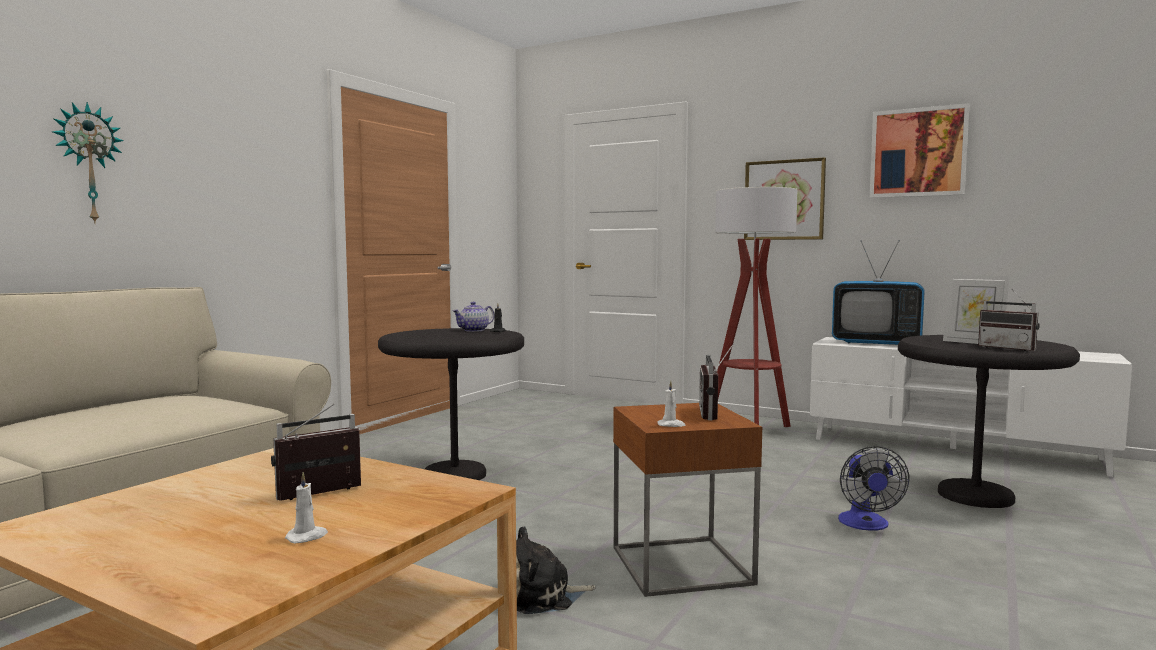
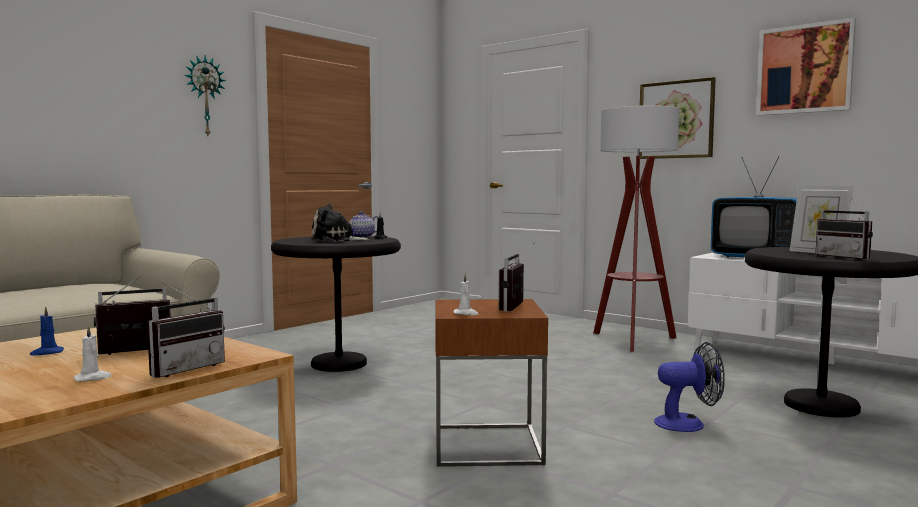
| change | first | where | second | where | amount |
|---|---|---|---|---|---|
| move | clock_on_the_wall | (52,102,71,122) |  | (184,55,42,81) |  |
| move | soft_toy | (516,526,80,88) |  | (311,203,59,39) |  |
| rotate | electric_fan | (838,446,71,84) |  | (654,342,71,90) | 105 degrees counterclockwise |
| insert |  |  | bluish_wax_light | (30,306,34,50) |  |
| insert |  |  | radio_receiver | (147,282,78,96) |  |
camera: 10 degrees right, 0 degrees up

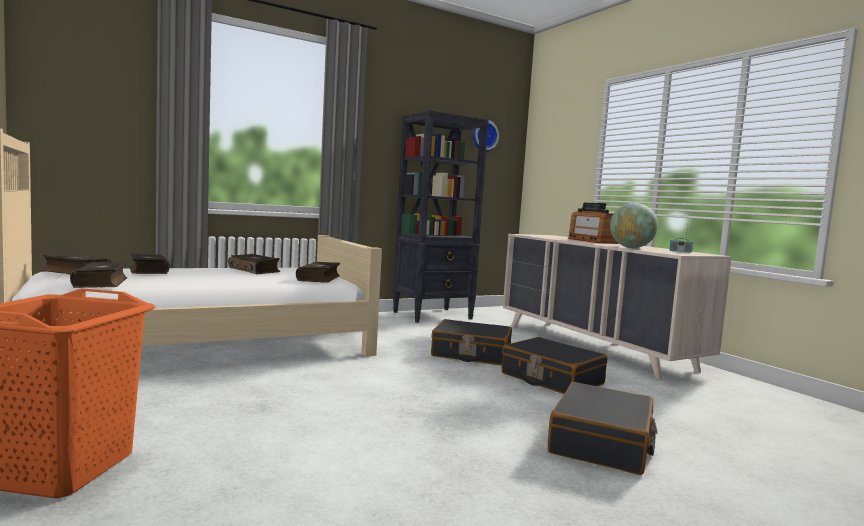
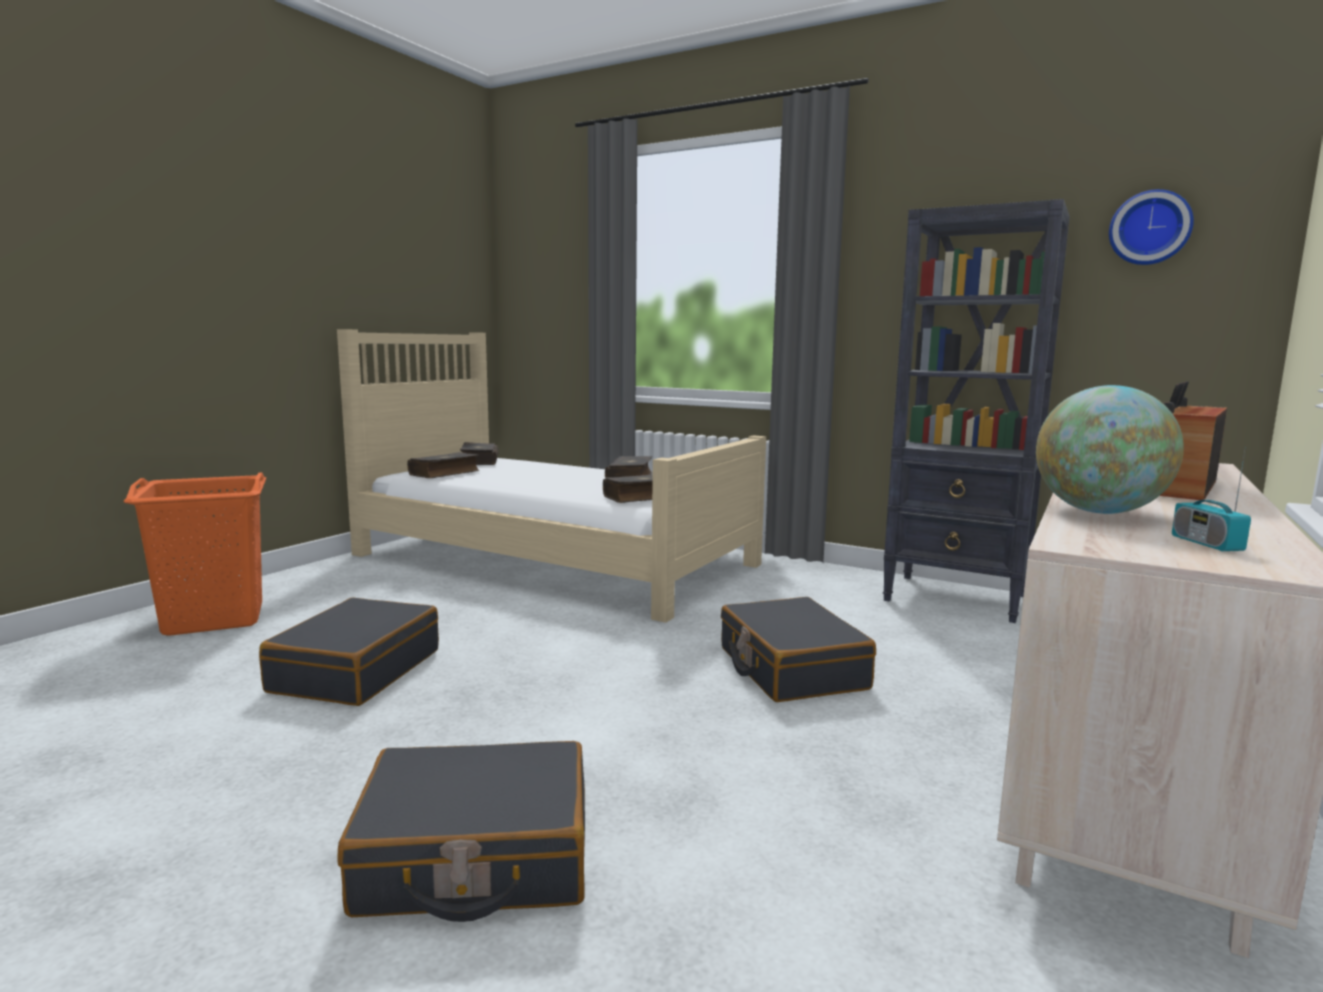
| change | first | where | second | where | amount |
|---|---|---|---|---|---|
| delete | bound_book | (130,253,40,21) |  |  |  |
| move | blackish_travel_case | (502,337,105,57) |  | (259,598,180,108) |  |
camera: 60 degrees right, 5 degrees up

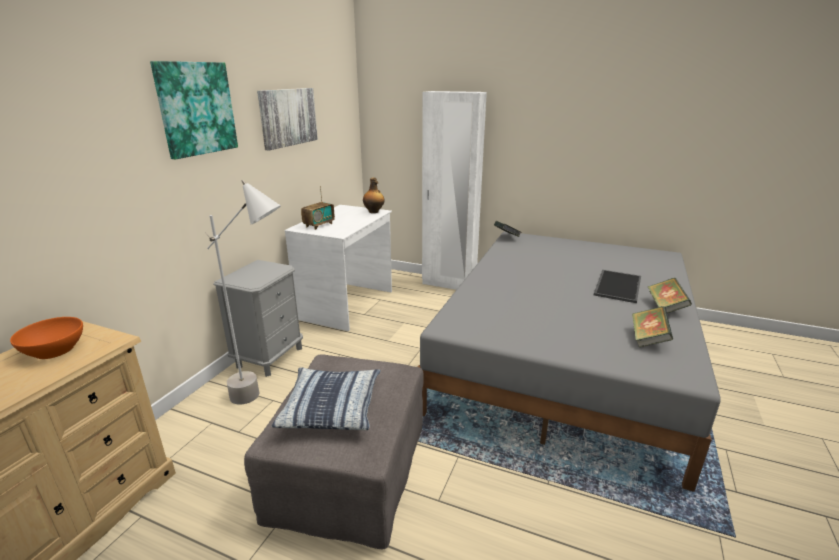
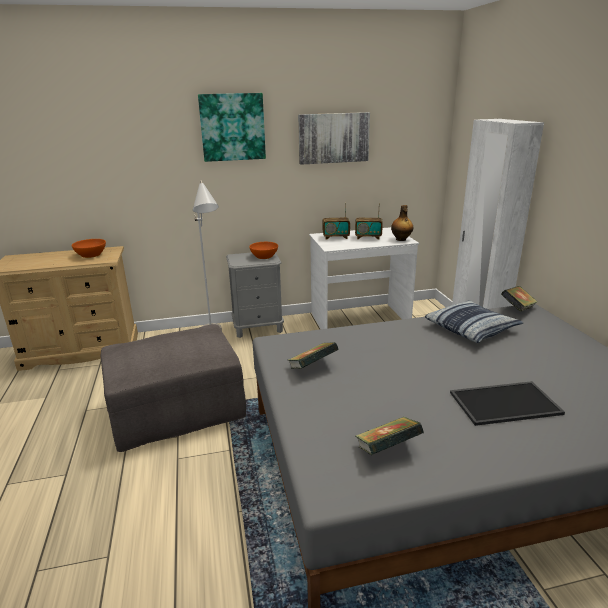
| change | first | where | second | where | amount |
|---|---|---|---|---|---|
| move | throw_pillow | (272,367,109,63) |  | (425,300,99,43) |  |
| move | bound_book | (648,278,44,35) |  | (288,342,51,27) |  |
| insert |  |  | orange_serving_bowl | (249,242,29,17) |  |
| insert |  |  | radio_receiver | (355,203,28,37) |  |
camera: 55 degrees right, 0 degrees up

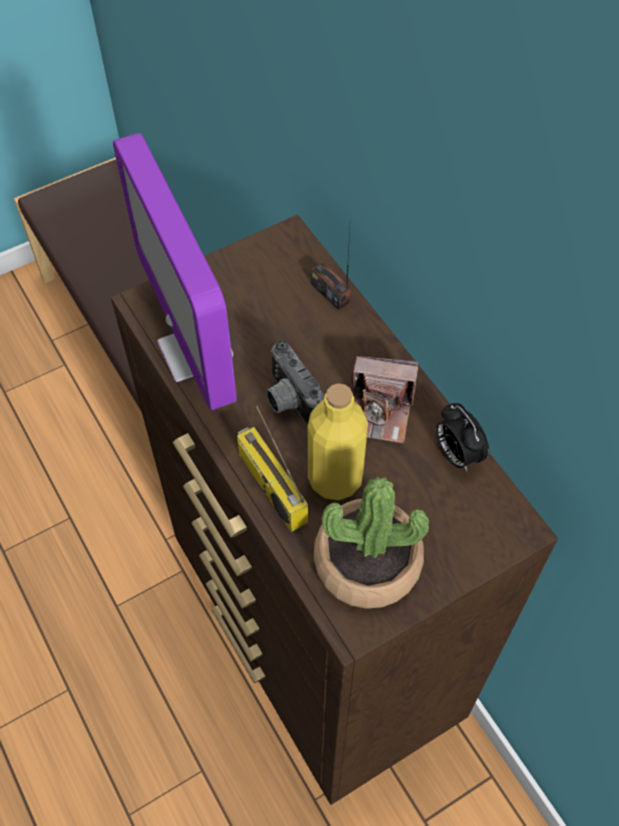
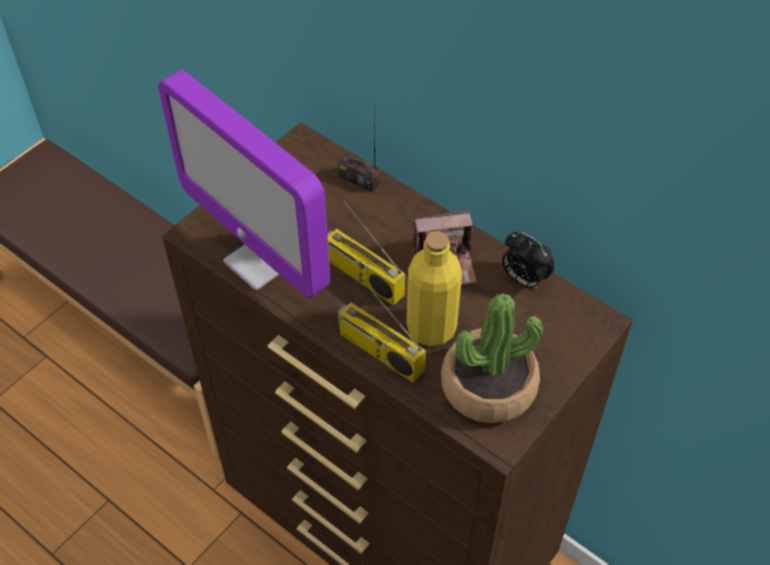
| change | first | where | second | where | amount |
|---|---|---|---|---|---|
| replace | still_camera | (266,341,58,84) | radio_receiver | (327,200,78,106) |  |
camera: 20 degrees left, 5 degrees down

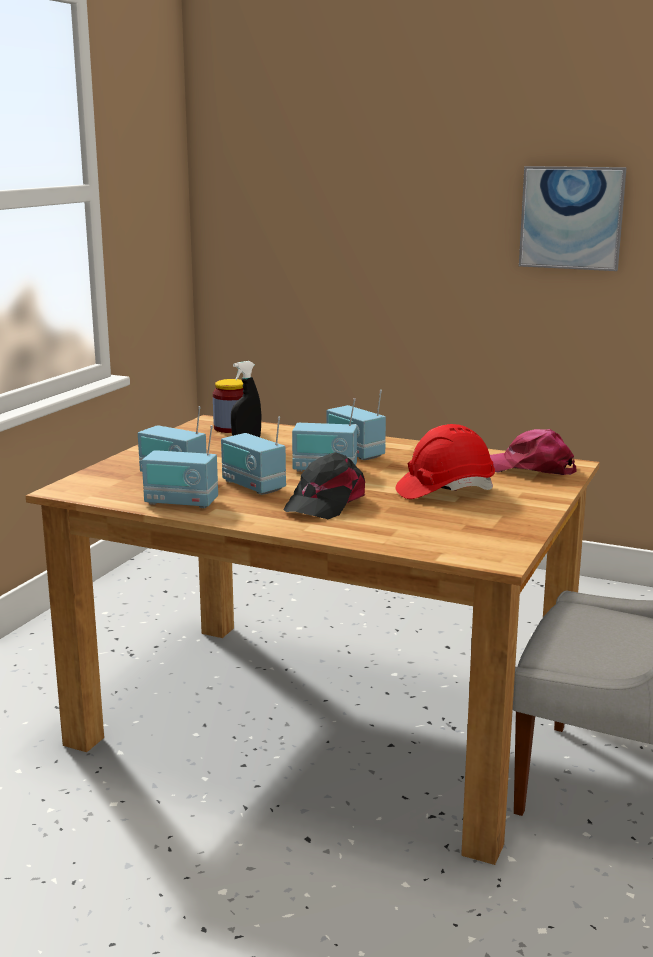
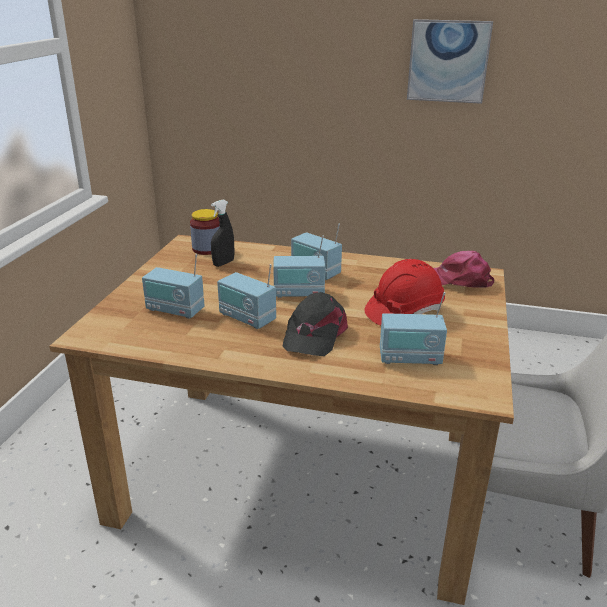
| change | first | where | second | where | amount |
|---|---|---|---|---|---|
| move | radio_receiver | (142,425,76,83) |  | (380,292,67,73) |  |
camera: 10 degrees left, 10 degrees up

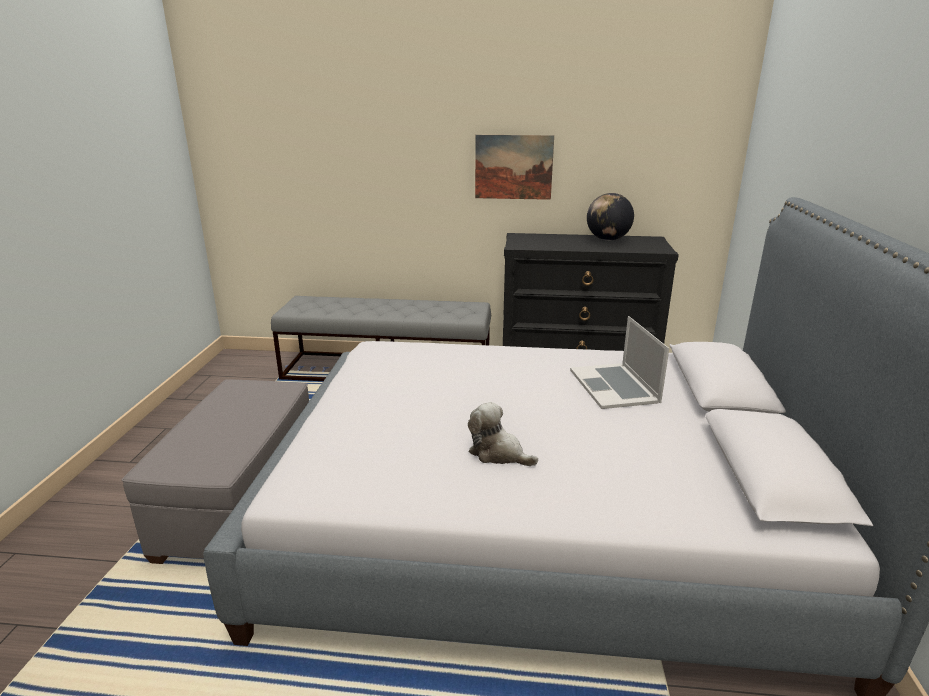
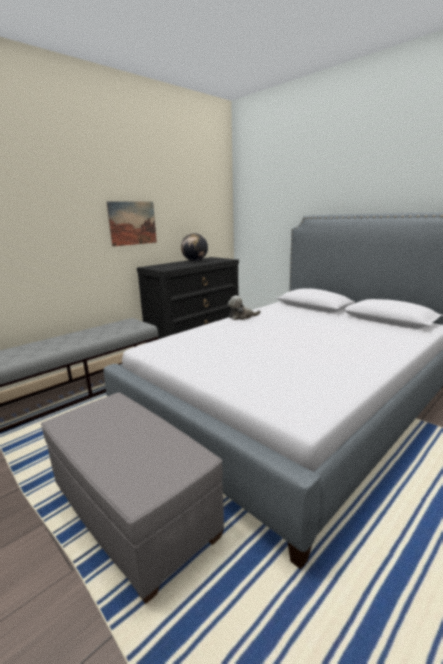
| change | first | where | second | where | amount |
|---|---|---|---|---|---|
| move | soft_toy | (468,402,70,64) |  | (228,296,33,24) |  |
| delete | laptop | (570,316,99,93) |  |  |  |
camera: 50 degrees left, 5 degrees down

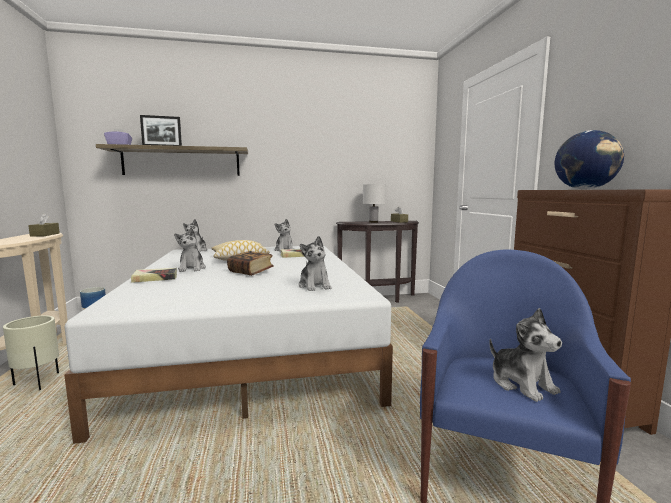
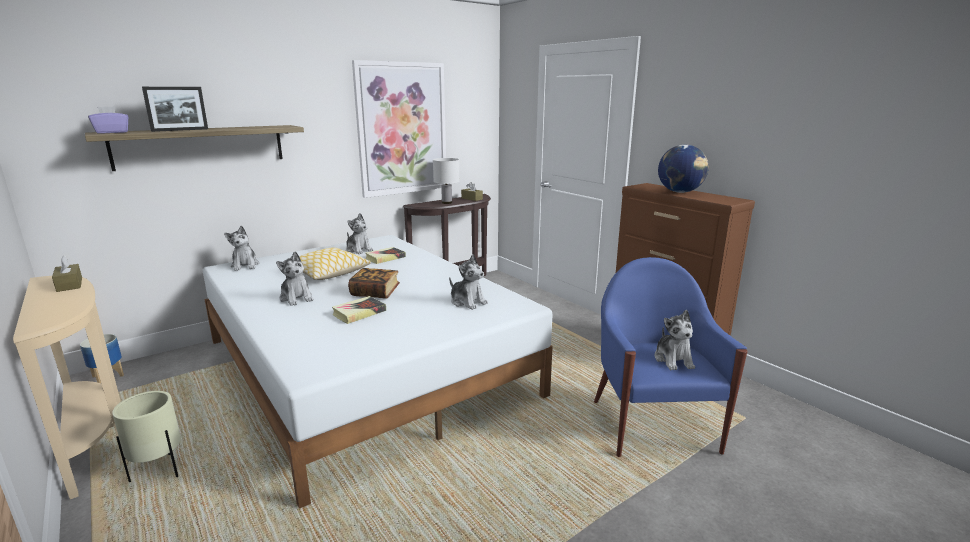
| change | first | where | second | where | amount |
|---|---|---|---|---|---|
| move | bound_book | (131,268,46,15) |  | (332,296,54,28) |  |
| rotate | soft_toy | (489,308,73,94) |  | (654,310,41,60) | 45 degrees clockwise |
| insert |  |  | wall_art | (352,60,94,138) |  |
camera: 25 degrees left, 10 degrees up

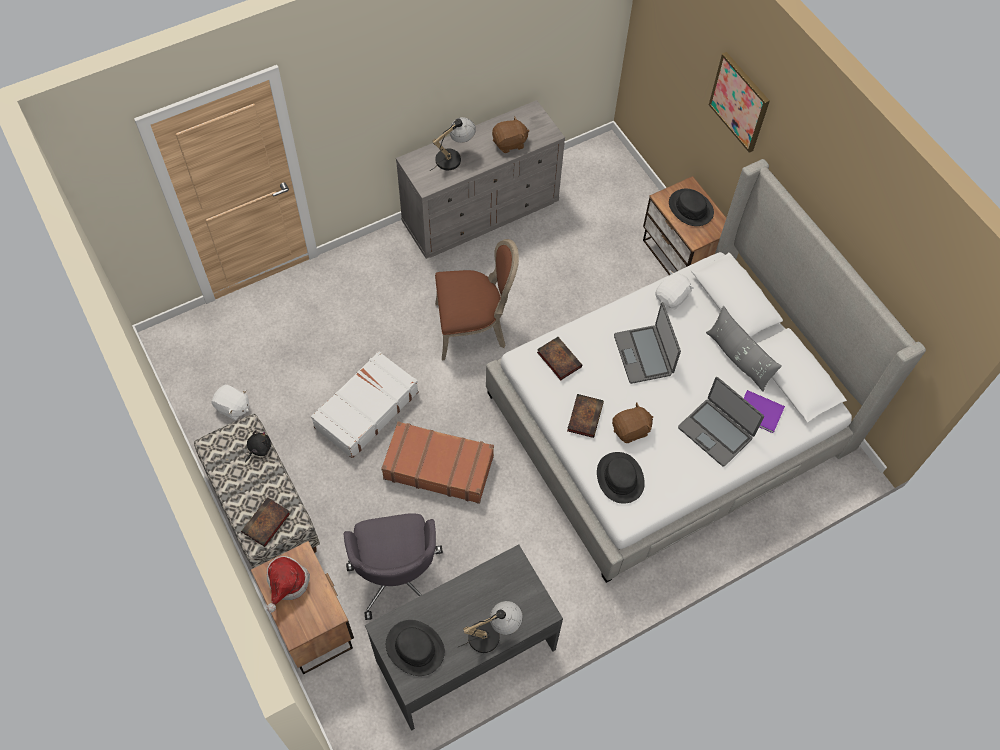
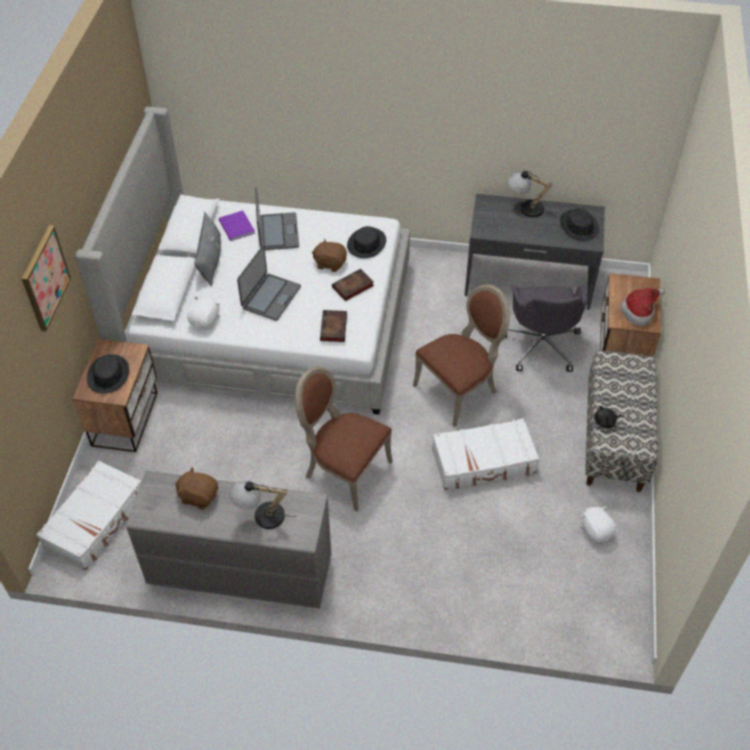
| change | first | where | second | where | amount |
|---|---|---|---|---|---|
| delete | bound_book | (241,497,50,50) |  |  |  |
| rotate | grey_desk_chair | (344,513,99,107) |  | (505,285,83,87) | 150 degrees clockwise |
| replace | brown-coloured_travel_case | (381,421,113,83) | brown-coloured_plain_chair | (413,284,97,143) |  |
| rotate | white-coloured_soft_toy | (655,270,39,40) |  | (188,296,32,34) | 120 degrees clockwise |
| insert |  |  | white-coloured_travel_case | (36,460,105,110) |  |
camera: 140 degrees left, 10 degrees down

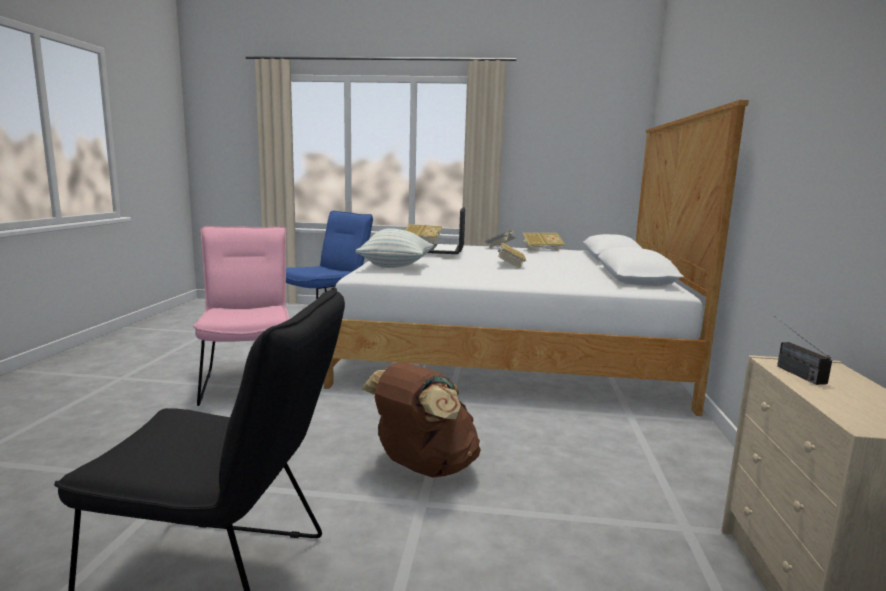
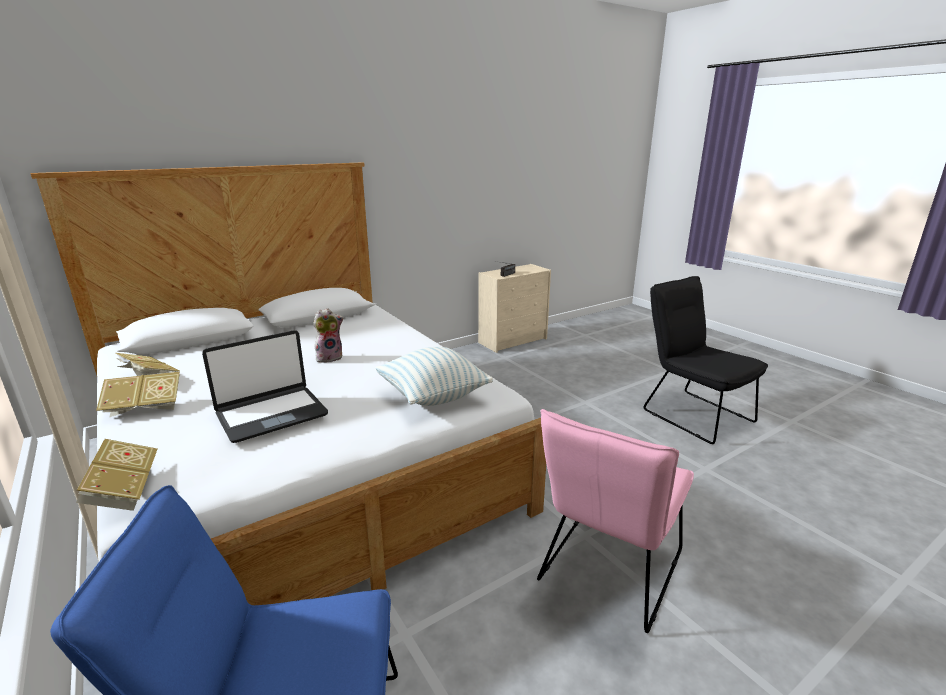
| change | first | where | second | where | amount |
|---|---|---|---|---|---|
| delete | brown-coloured_backpack | (361,362,120,116) |  |  |  |
| replace | bound_book | (498,242,28,27) | soft_toy | (313,309,30,54) |  |
camera: 130 degrees left, 10 degrees up

